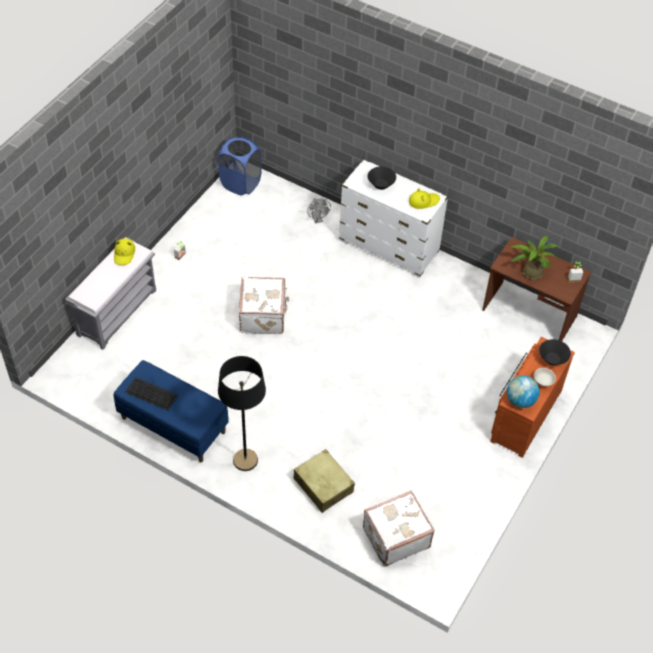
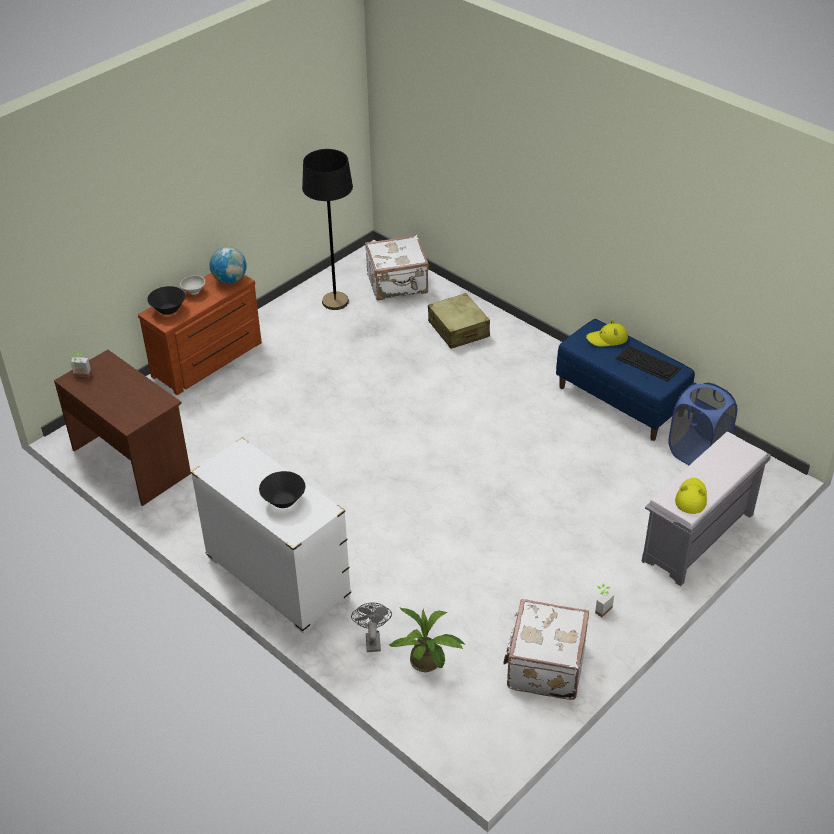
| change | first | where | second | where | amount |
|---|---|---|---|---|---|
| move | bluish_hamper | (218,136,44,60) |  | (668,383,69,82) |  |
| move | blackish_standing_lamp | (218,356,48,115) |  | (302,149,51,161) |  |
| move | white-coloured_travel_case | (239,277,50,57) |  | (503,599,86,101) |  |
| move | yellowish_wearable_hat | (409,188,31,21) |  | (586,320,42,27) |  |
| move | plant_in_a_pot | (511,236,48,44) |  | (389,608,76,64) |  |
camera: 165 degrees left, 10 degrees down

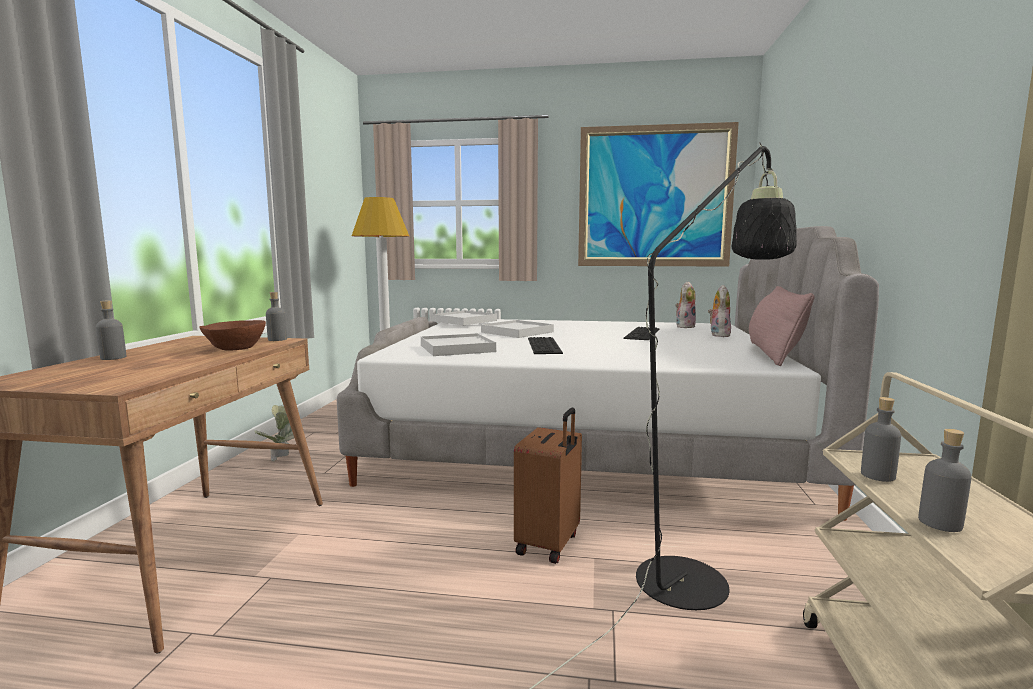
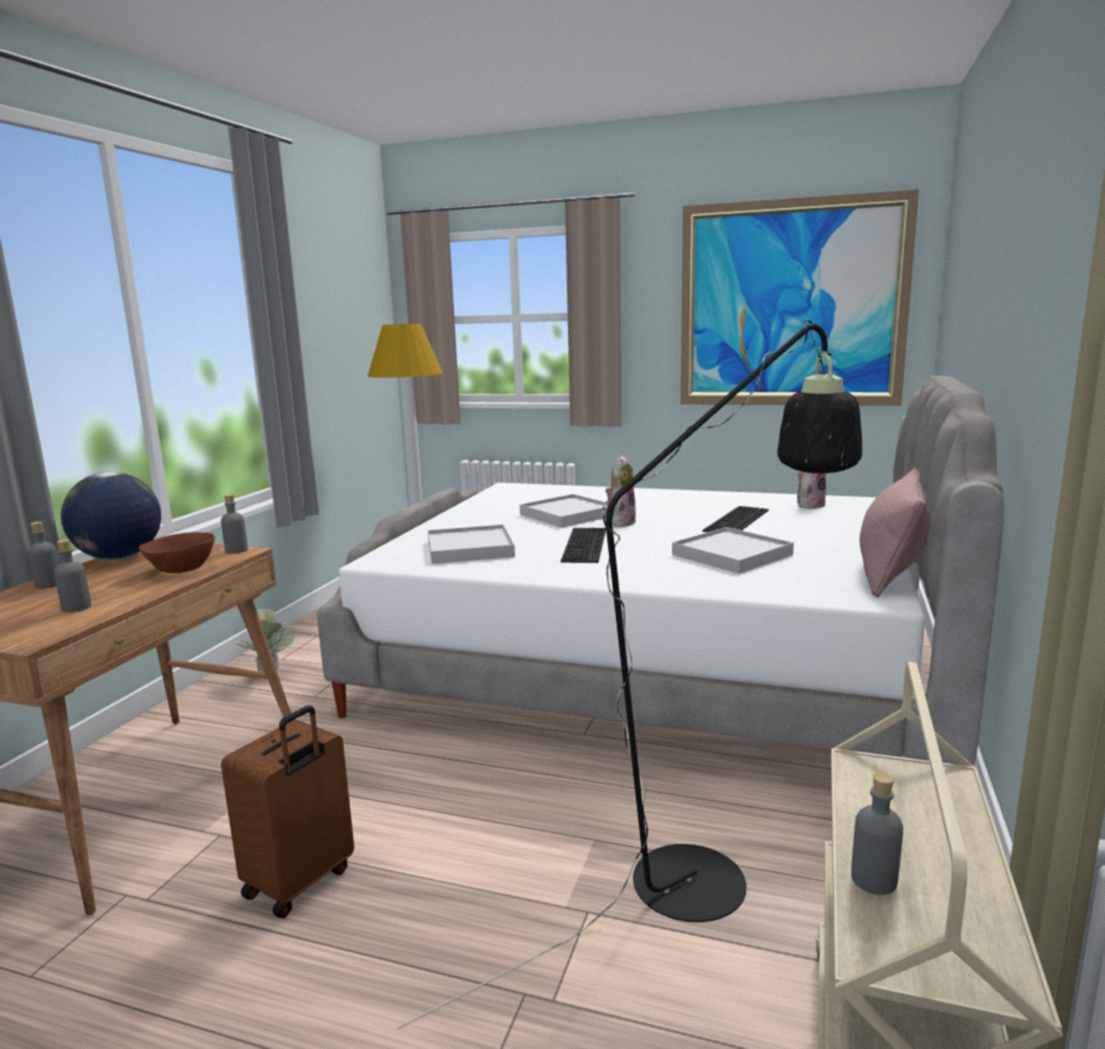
| change | first | where | second | where | amount |
|---|---|---|---|---|---|
| move | white-coloured_tray | (431,310,66,15) |  | (672,527,122,47) |  |
| move | brown-coloured_travel_case | (514,408,68,156) |  | (221,705,133,213) |  |
| move | soft_toy | (708,285,23,52) |  | (605,455,31,72) |  |
| move | grey_beverage_bottle | (861,397,40,85) |  | (54,539,38,74) |  |
| insert |  |  | world_globe | (61,472,100,88) |  |
camera: 10 degrees right, 5 degrees up

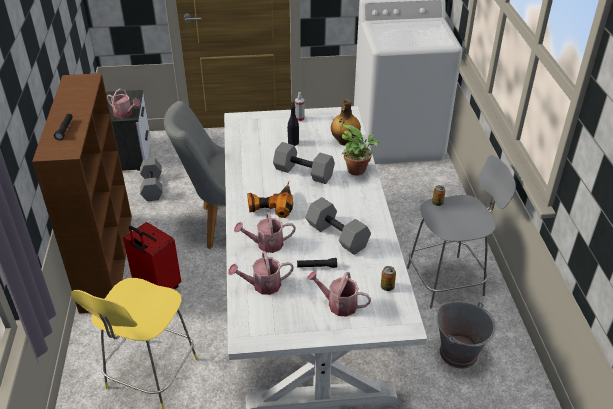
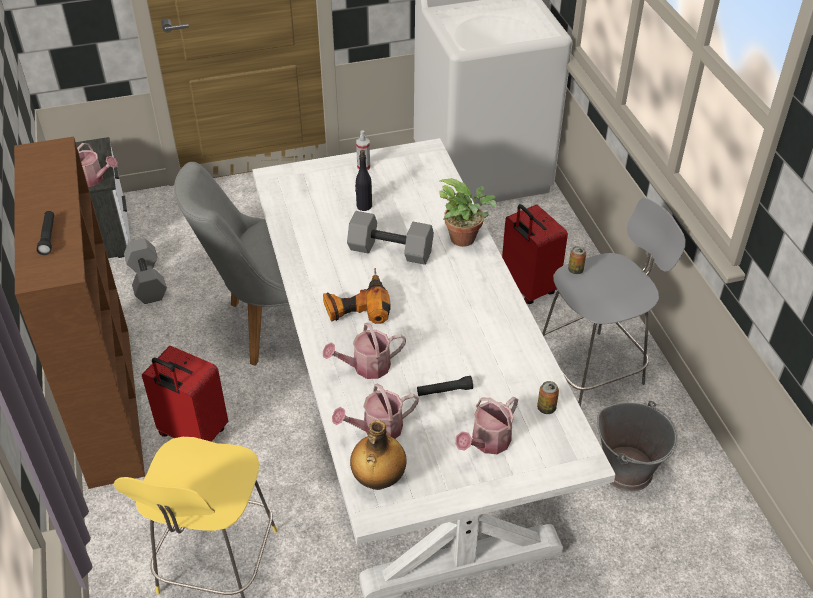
| change | first | where | second | where | amount |
|---|---|---|---|---|---|
| delete | grey_dumbbell | (306,197,65,58) |  |  |  |
| rotate | watering_pot | (307,271,64,45) |  | (455,397,63,57) | 60 degrees counterclockwise |
| move | beverage_bottle | (331,99,30,46) |  | (350,420,56,70) |  |
| insert |  |  | red_travel_case | (502,204,66,100) |  |
camera: 10 degrees left, 5 degrees up

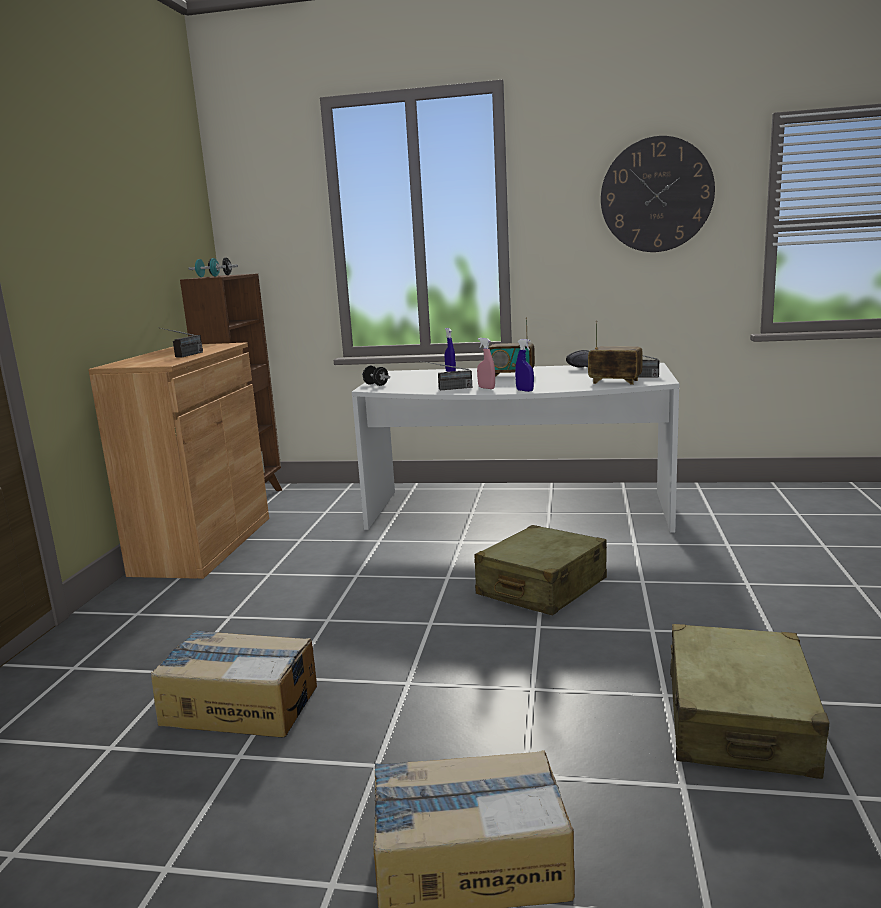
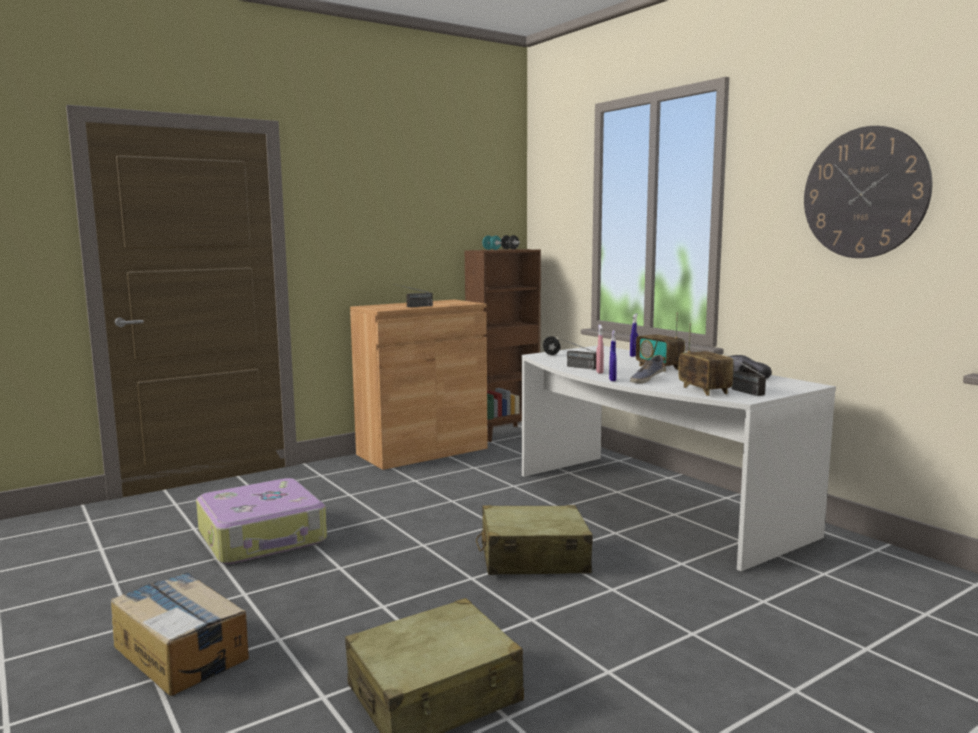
| change | first | where | second | where | amount |
|---|---|---|---|---|---|
| replace | cardboard_box | (151,630,166,108) | travel_case | (196,478,131,86) |  |
| insert |  |  | shoe | (630,355,35,29) |  |
camera: 45 degrees right, 5 degrees down

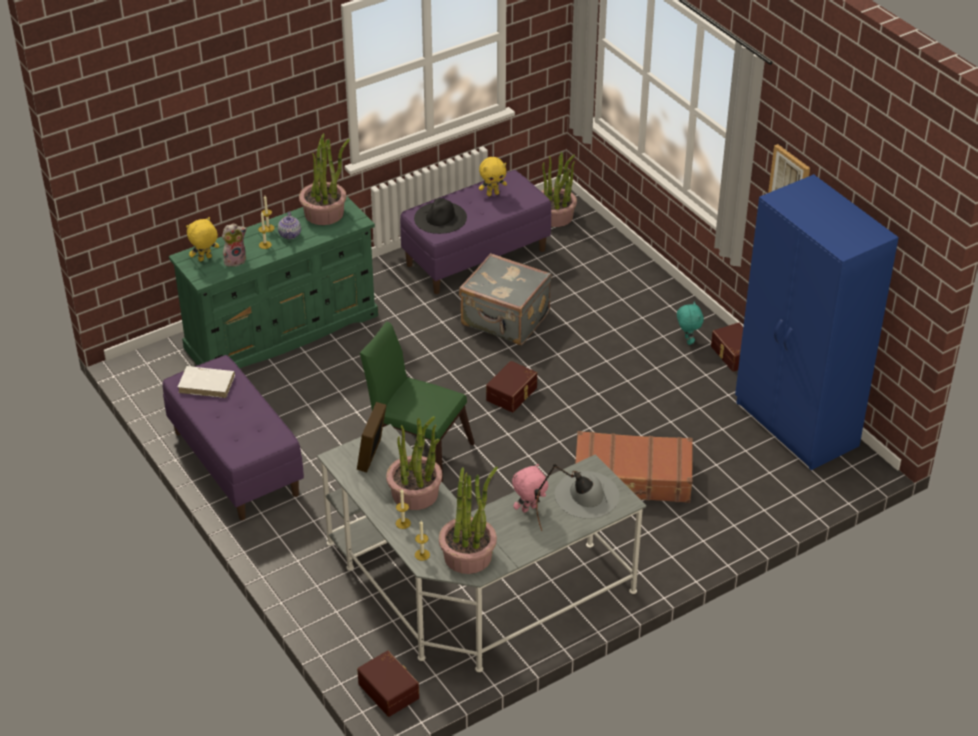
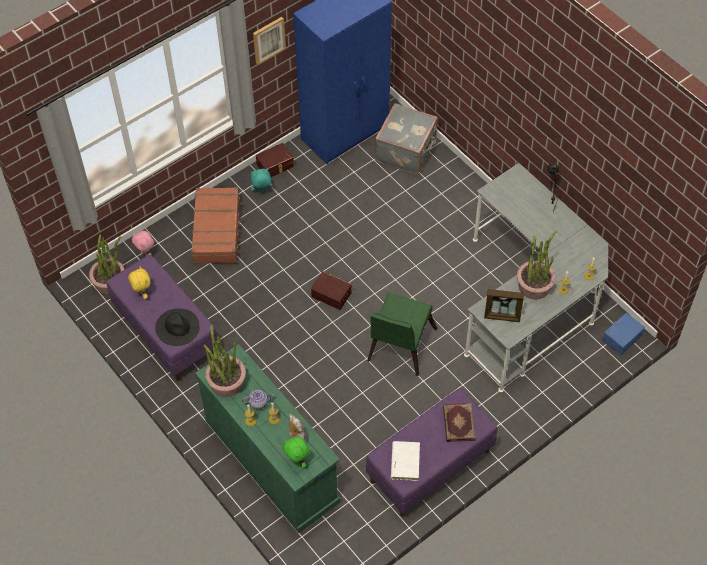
| change | first | where | second | where | amount |
|---|---|---|---|---|---|
| recolor | yellowish_soft_toy | (186,217,33,44) | green-coloured_soft_toy | (283,436,27,32) |  |
| recolor | brown-coloured_storage_container | (357,651,62,66) | bluish_storage_container | (602,313,43,42) |  |
| delete | plant_in_a_pot | (439,467,59,107) |  |  |  |
| move | grey_travel_case | (459,253,93,92) |  | (375,103,63,71) |  |
| move | pinkish_soft_toy | (512,464,36,49) |  | (132,231,22,26) |  |
| delete | grey_wearable_hat | (555,471,64,48) |  |  |  |
| move | brown-coloured_travel_case | (575,431,118,72) |  | (191,187,52,77) |  |
| insert |  |  | bound_book | (443,403,32,39) |  |
camera: 95 degrees left, 15 degrees up

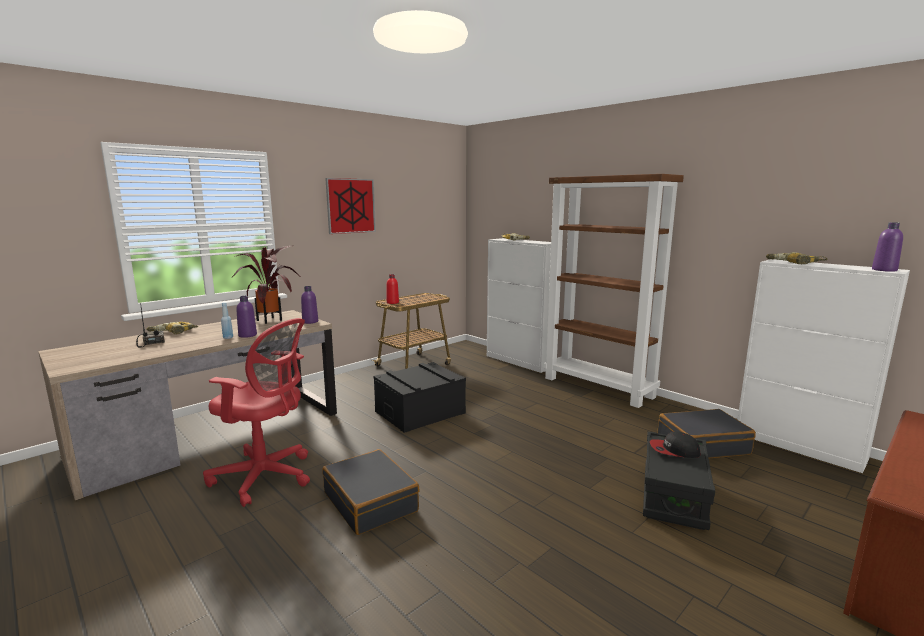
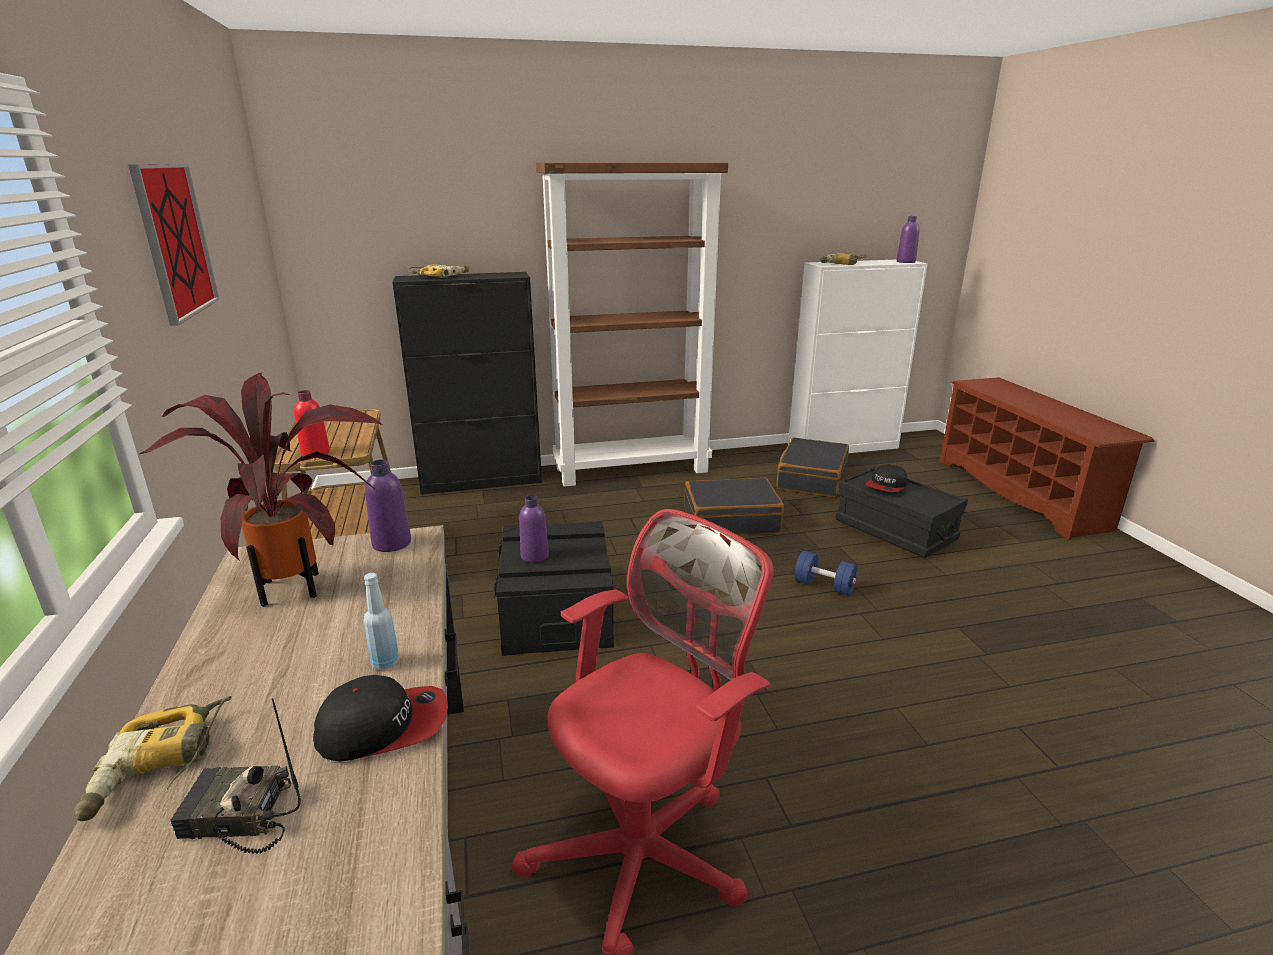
| change | first | where | second | where | amount |
|---|---|---|---|---|---|
| move | purplish_beverage_bottle | (236,296,21,42) |  | (519,495,30,67) |  |
| move | blackish_travel_case | (322,449,98,86) |  | (684,478,100,57) |  |
| recolor | white-coloured_storage_cabinet | (487,238,64,135) | blackish_storage_cabinet | (392,272,150,222) |  |
| insert |  |  | cap | (313,675,135,86) |  |
| insert |  |  | bluish_dumbbell | (794,551,63,45) |  |
camera: 60 degrees left, 10 degrees up

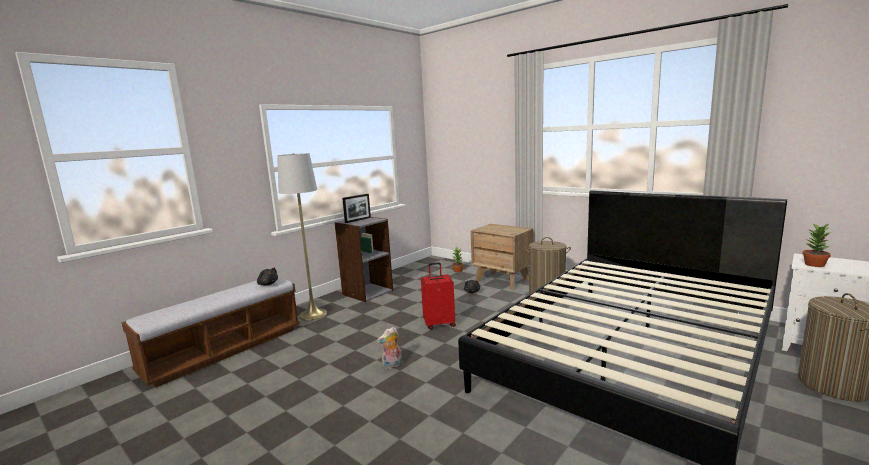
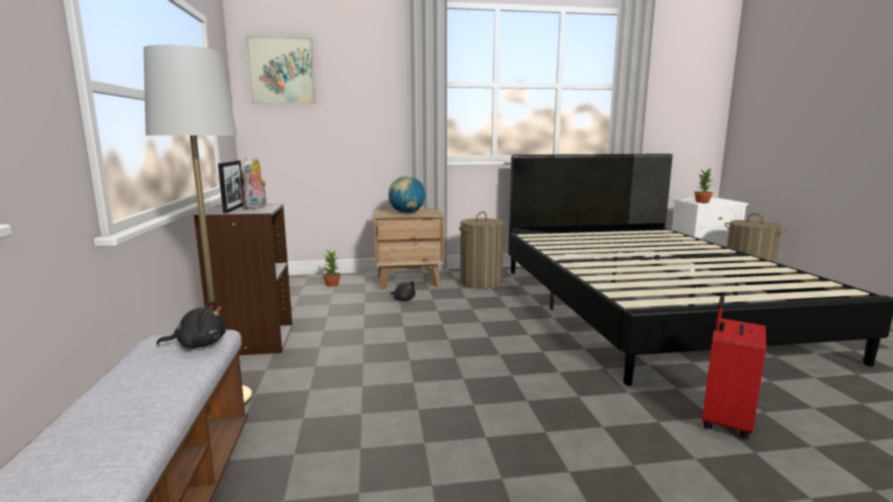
| change | first | where | second | where | amount |
|---|---|---|---|---|---|
| move | soft_toy | (377,327,25,42) |  | (240,154,26,55) |  |
| move | red_travel_case | (421,262,35,68) |  | (702,296,64,143) |  |
| insert |  |  | wall_art | (245,36,71,68) |  |
| insert |  |  | world_globe | (388,176,38,37) |  |
camera: 50 degrees left, 0 degrees up

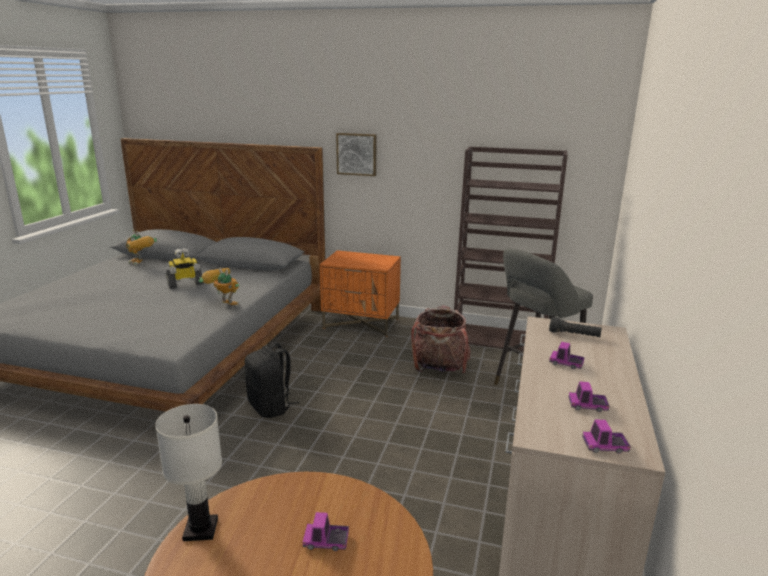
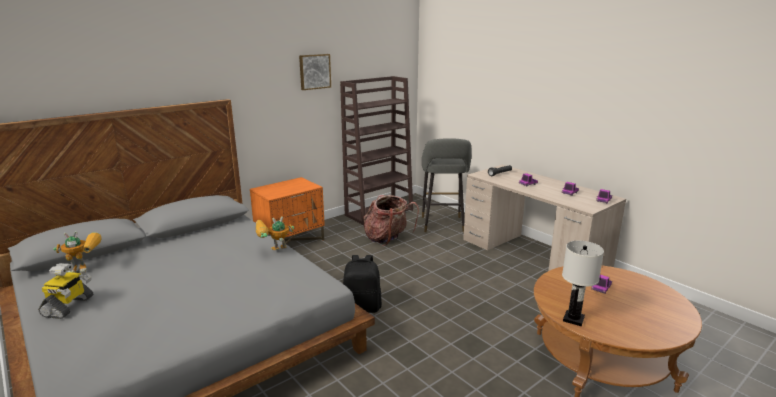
| change | first | where | second | where | amount |
|---|---|---|---|---|---|
| move | model_robot | (166,248,38,41) |  | (38,263,55,56) |  |
| move | wall_art | (336,133,40,43) |  | (299,54,32,36) |  |
camera: 55 degrees left, 0 degrees up

